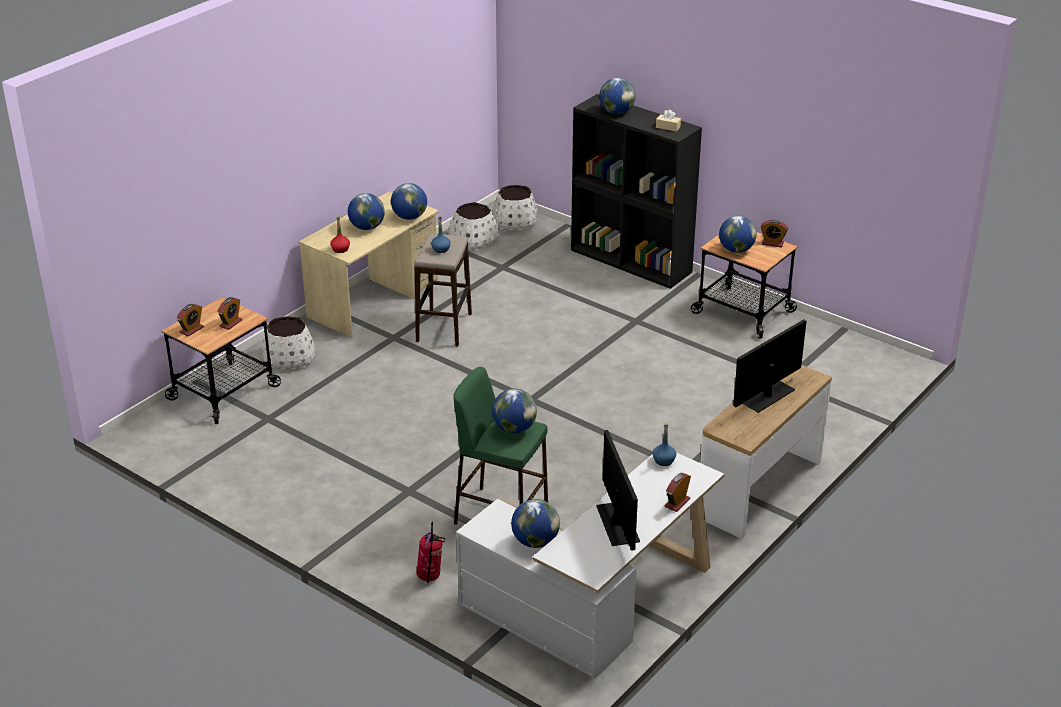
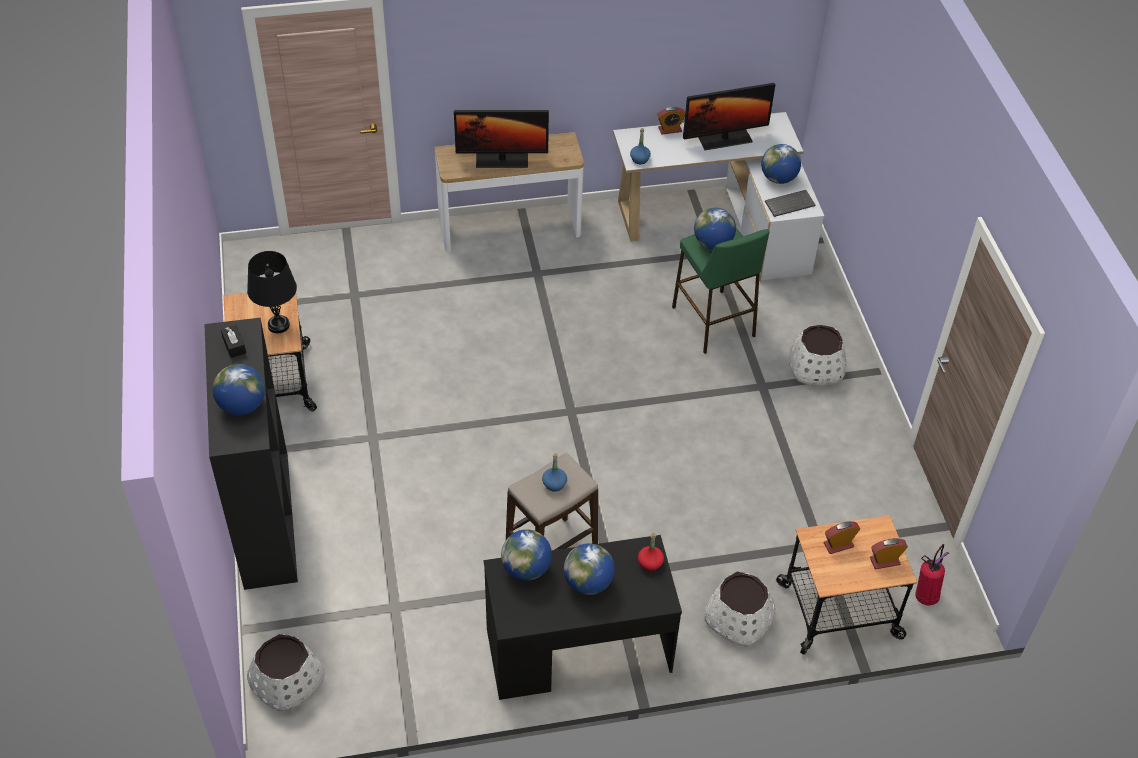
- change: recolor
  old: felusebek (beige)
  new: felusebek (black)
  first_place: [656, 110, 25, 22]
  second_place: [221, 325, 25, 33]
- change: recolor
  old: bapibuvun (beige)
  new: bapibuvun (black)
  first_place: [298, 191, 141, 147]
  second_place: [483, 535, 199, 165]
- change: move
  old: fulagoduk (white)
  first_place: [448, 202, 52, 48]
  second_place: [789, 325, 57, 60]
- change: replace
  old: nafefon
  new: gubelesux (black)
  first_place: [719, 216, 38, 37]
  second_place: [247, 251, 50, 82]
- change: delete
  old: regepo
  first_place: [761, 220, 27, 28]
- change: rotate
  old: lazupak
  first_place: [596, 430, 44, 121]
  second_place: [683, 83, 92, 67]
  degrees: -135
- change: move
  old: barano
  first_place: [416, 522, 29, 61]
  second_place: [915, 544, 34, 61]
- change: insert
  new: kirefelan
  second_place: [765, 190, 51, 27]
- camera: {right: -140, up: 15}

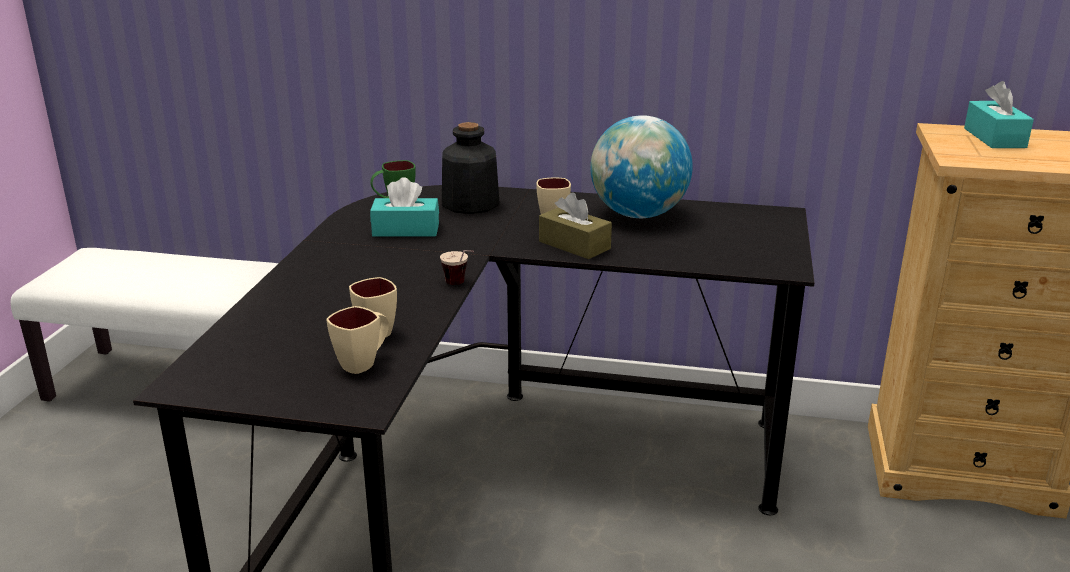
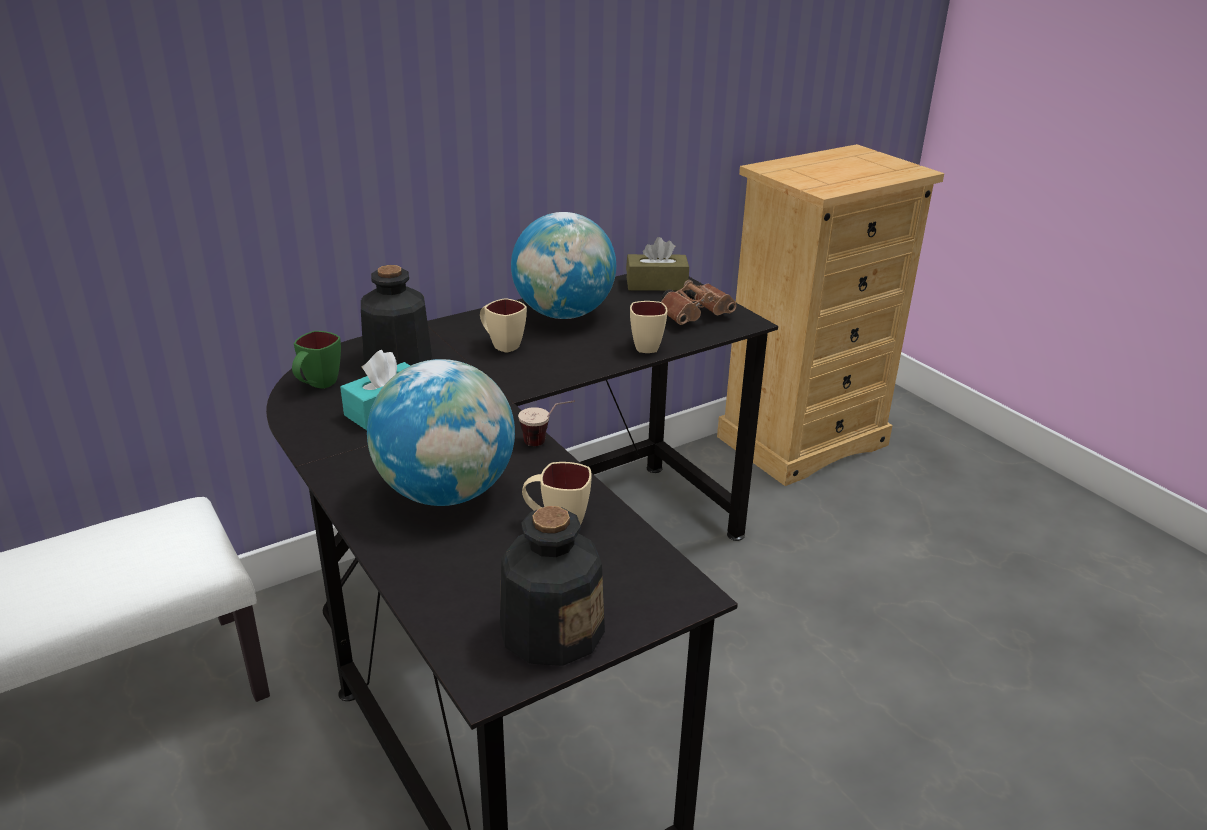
- change: delete
  old: felusebek (turquoise)
  first_place: [964, 81, 70, 67]
- change: move
  old: felusebek (brown)
  first_place: [539, 193, 73, 66]
  second_place: [626, 237, 63, 54]
- change: move
  old: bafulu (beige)
  first_place: [326, 306, 63, 68]
  second_place: [630, 301, 37, 52]
- change: insert
  new: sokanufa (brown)
  second_place: [661, 280, 75, 45]
- change: insert
  new: nafefon
  second_place: [367, 359, 148, 147]
- change: insert
  new: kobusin
  second_place: [500, 506, 105, 160]
- camera: {right: -45, up: 5}

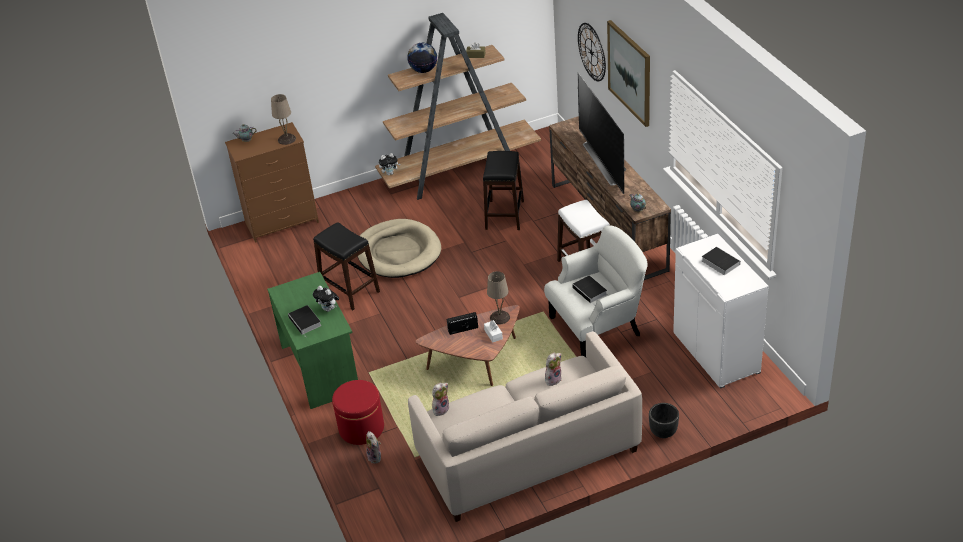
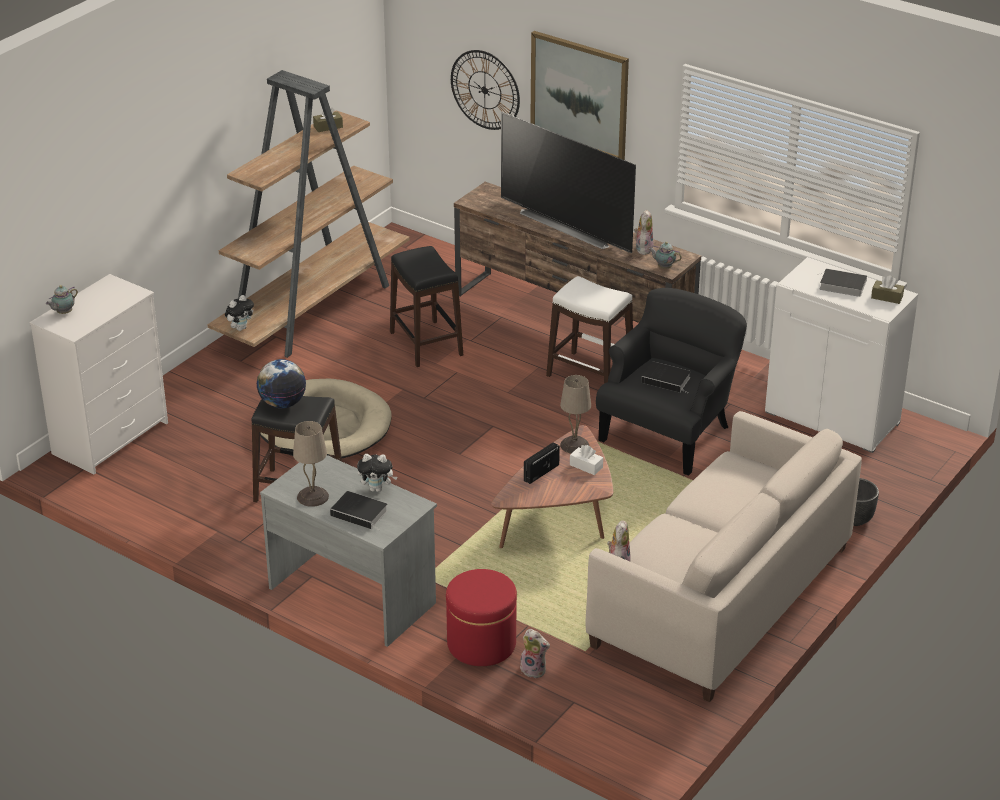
- change: move
  old: nafefon
  first_place: [407, 43, 30, 30]
  second_place: [257, 359, 49, 49]
- change: move
  old: gubelesux (beige)
  first_place: [271, 94, 25, 51]
  second_place: [293, 421, 36, 86]
- change: recolor
  old: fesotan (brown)
  new: fesotan (white)
  first_place: [225, 122, 94, 121]
  second_place: [29, 274, 139, 201]
- change: recolor
  old: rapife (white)
  new: rapife (black)
  first_place: [544, 225, 104, 132]
  second_place: [596, 288, 151, 188]
- change: recolor
  old: bapibuvun (green)
  new: bapibuvun (grey)
  first_place: [267, 272, 91, 137]
  second_place: [260, 455, 177, 192]
- change: move
  old: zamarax
  first_place: [545, 353, 16, 33]
  second_place: [634, 209, 19, 46]
- change: insert
  new: felusebek (brown)
  second_place: [871, 276, 33, 28]
- camera: {right: -35, up: -5}

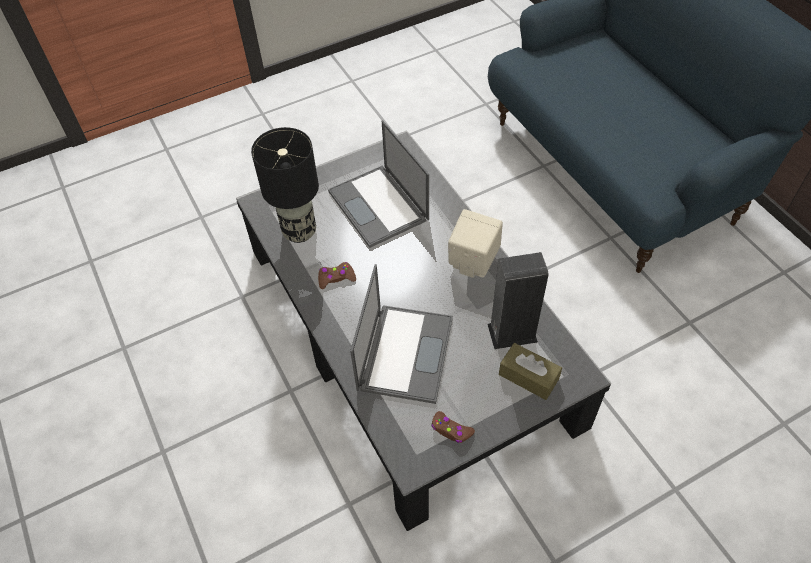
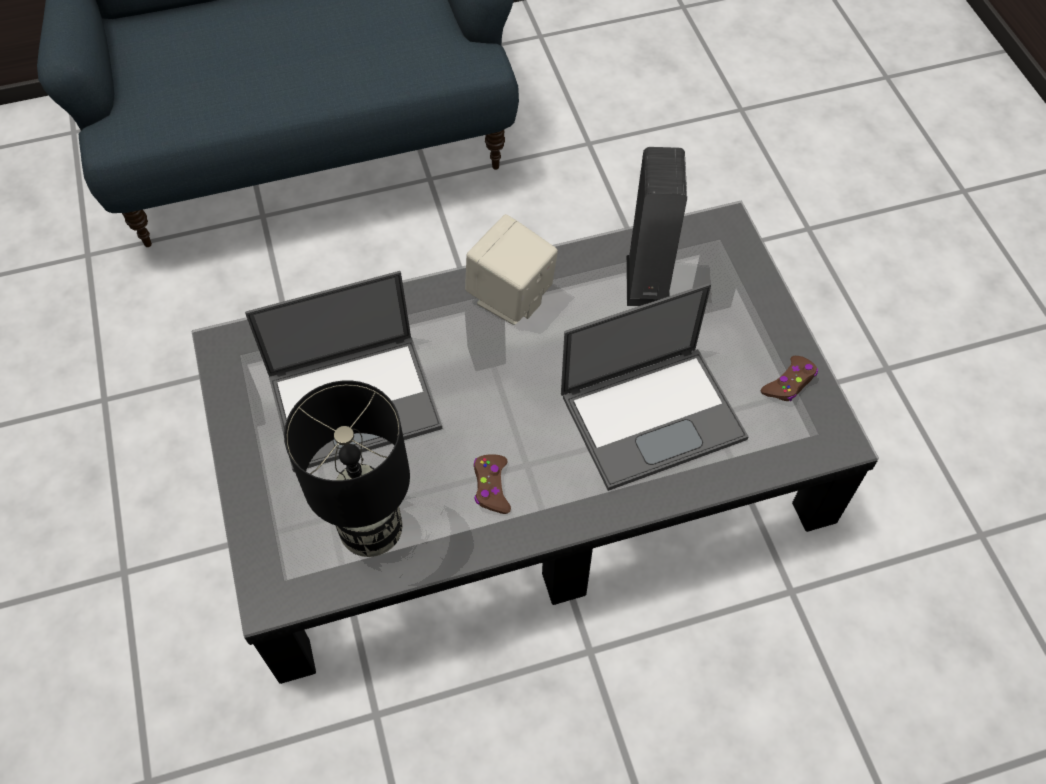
- change: rotate
  old: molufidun
  first_place: [350, 264, 103, 140]
  second_place: [561, 283, 188, 208]
  degrees: 135
- change: delete
  old: felusebek (brown)
  first_place: [499, 343, 63, 57]
- camera: {right: -80, up: 5}

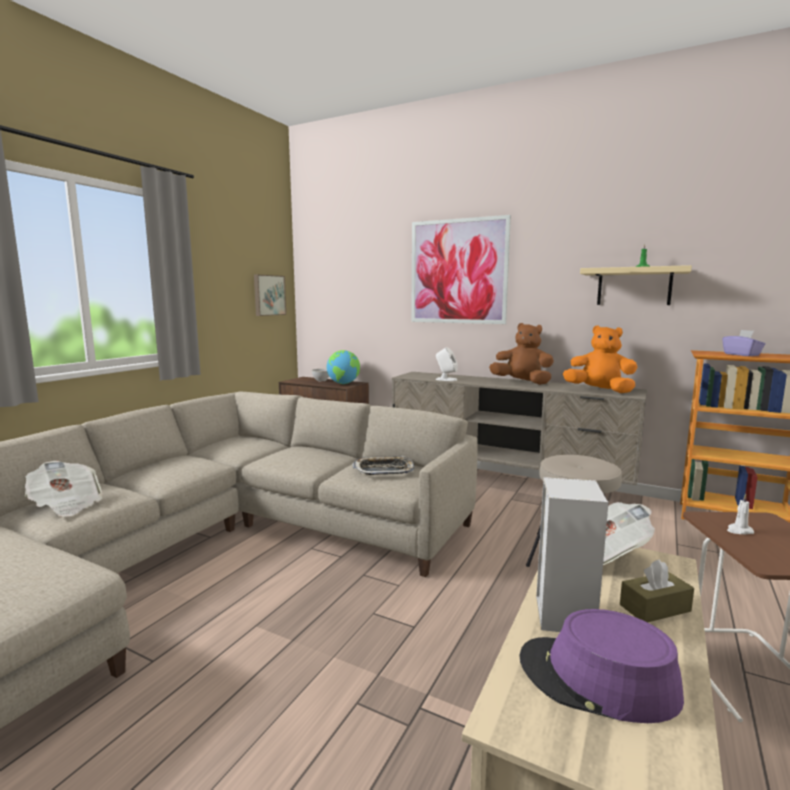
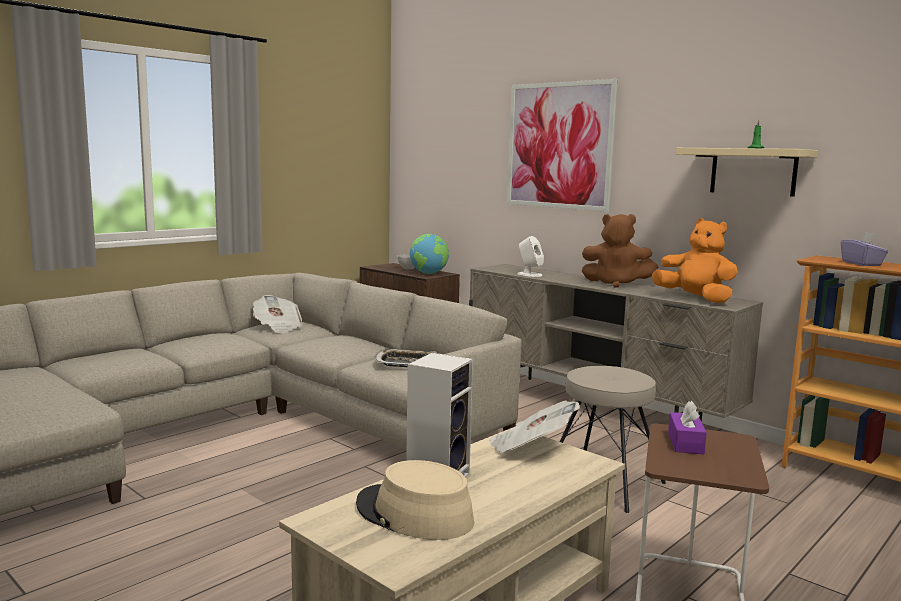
- change: delete
  old: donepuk
  first_place: [254, 274, 32, 42]
- change: rotate
  old: zamarax (brown)
  first_place: [489, 323, 65, 62]
  second_place: [582, 214, 76, 74]
  degrees: 150
- change: move
  old: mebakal
  first_place: [25, 461, 77, 56]
  second_place: [253, 295, 50, 39]
- change: replace
  old: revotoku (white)
  new: felusebek (purple)
  first_place: [727, 494, 27, 41]
  second_place: [668, 401, 39, 53]
- change: delete
  old: felusebek (brown)
  first_place: [620, 559, 74, 63]
- change: recolor
  old: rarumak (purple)
  new: rarumak (beige)
  first_place: [519, 609, 165, 114]
  second_place: [356, 460, 118, 80]
- camera: {right: 15, up: 0}

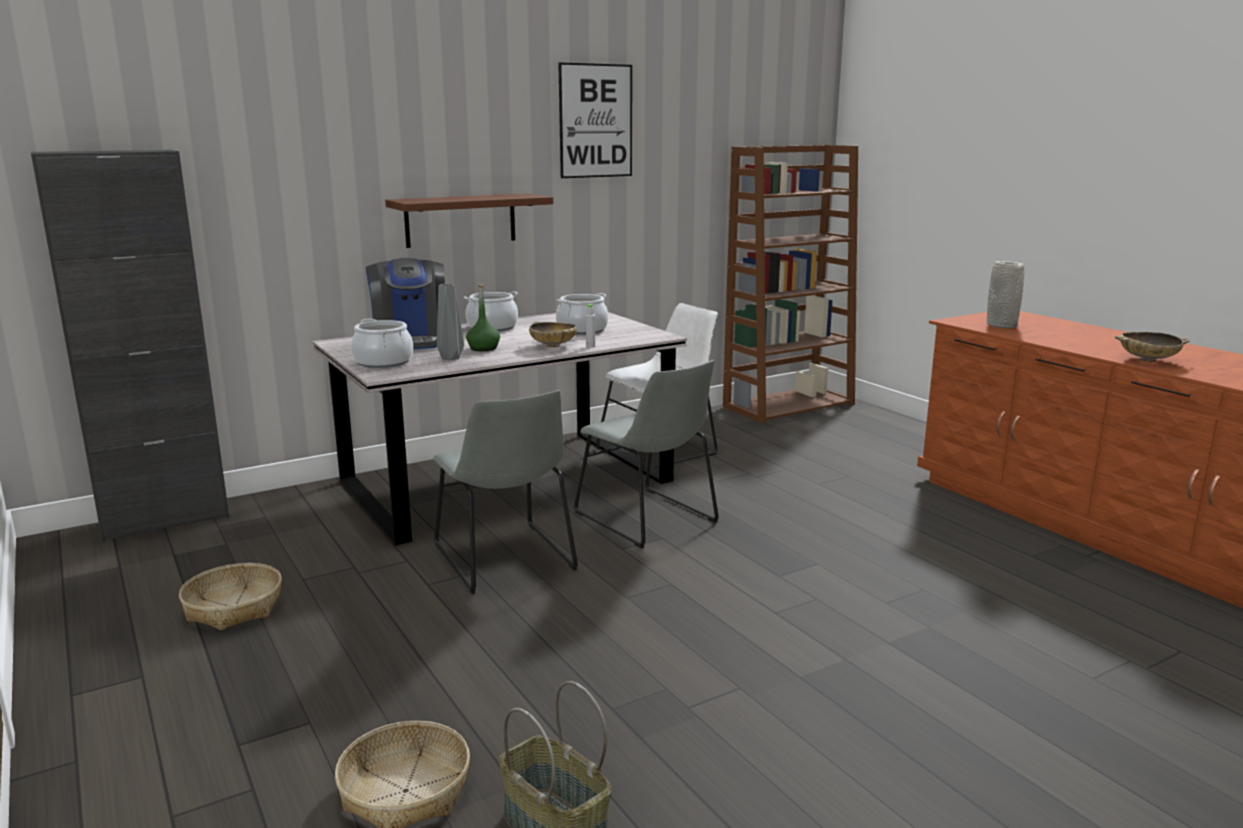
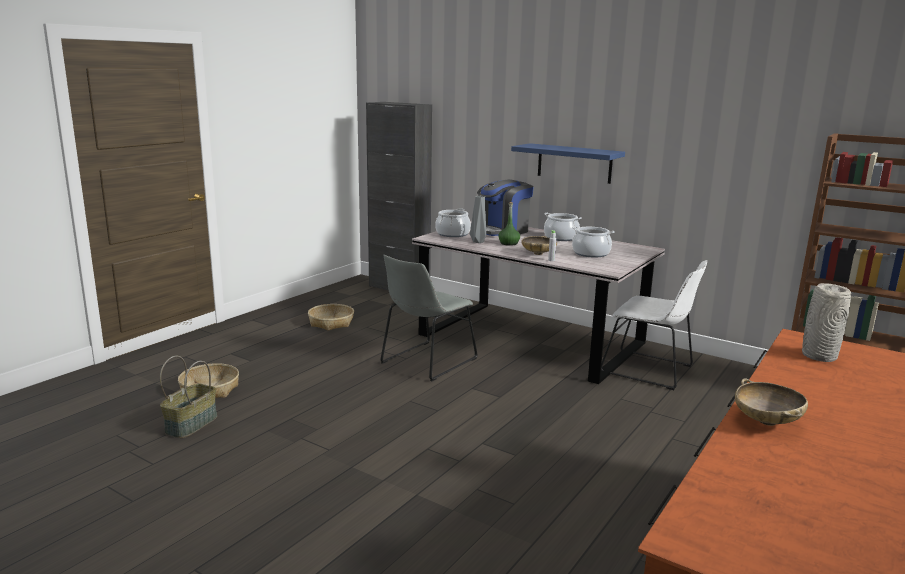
- change: delete
  old: donepuk
  first_place: [558, 62, 74, 116]
- change: recolor
  old: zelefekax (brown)
  new: zelefekax (blue)
  first_place: [385, 193, 168, 55]
  second_place: [511, 143, 114, 41]
- change: delete
  old: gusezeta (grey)
  first_place: [574, 360, 145, 189]
- camera: {right: 65, up: 0}

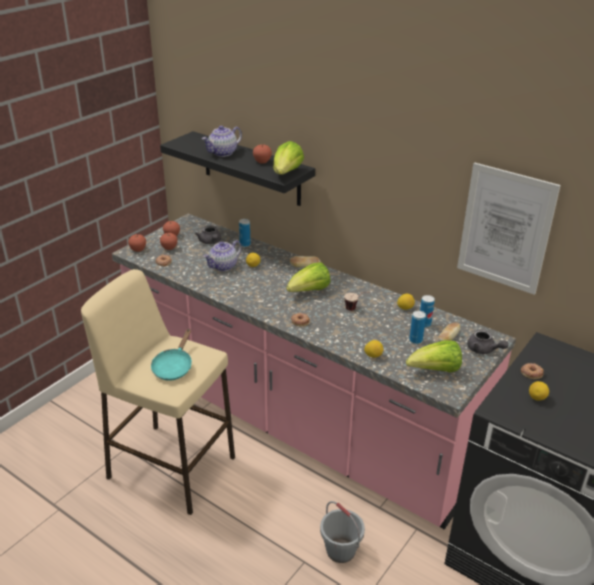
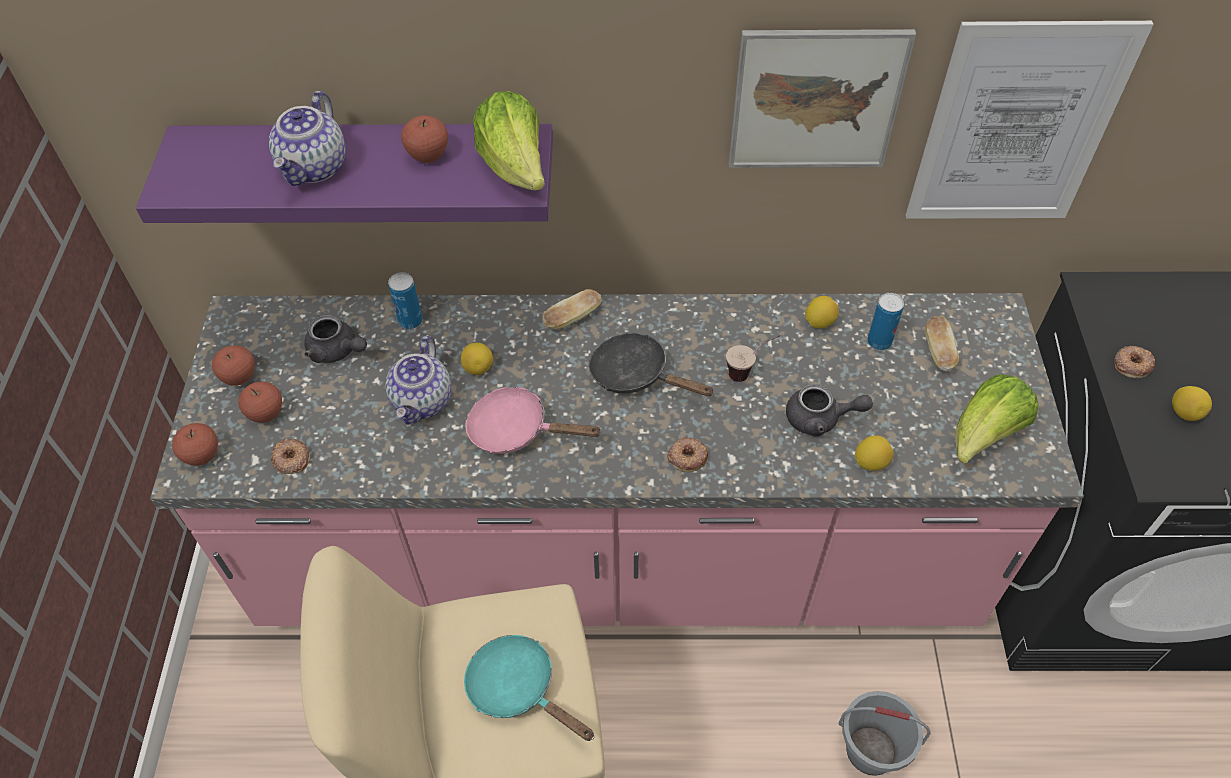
- change: recolor
  old: zelefekax (black)
  new: zelefekax (purple)
  first_place: [160, 131, 155, 75]
  second_place: [136, 124, 417, 99]
- change: replace
  old: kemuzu
  new: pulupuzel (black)
  first_place: [286, 262, 44, 30]
  second_place: [589, 333, 126, 64]
- change: delete
  old: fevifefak
  first_place: [409, 311, 17, 33]
- change: rotate
  old: pulupuzel (turquoise)
  first_place: [151, 329, 41, 52]
  second_place: [464, 635, 131, 106]
  degrees: 150
- change: move
  old: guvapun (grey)
  first_place: [467, 329, 42, 25]
  second_place: [786, 384, 87, 53]
- change: insert
  new: donepuk
  second_place: [729, 29, 187, 139]
- change: insert
  new: pulupuzel (pink)
  second_place: [465, 386, 137, 68]
- camera: {right: -35, up: 20}

